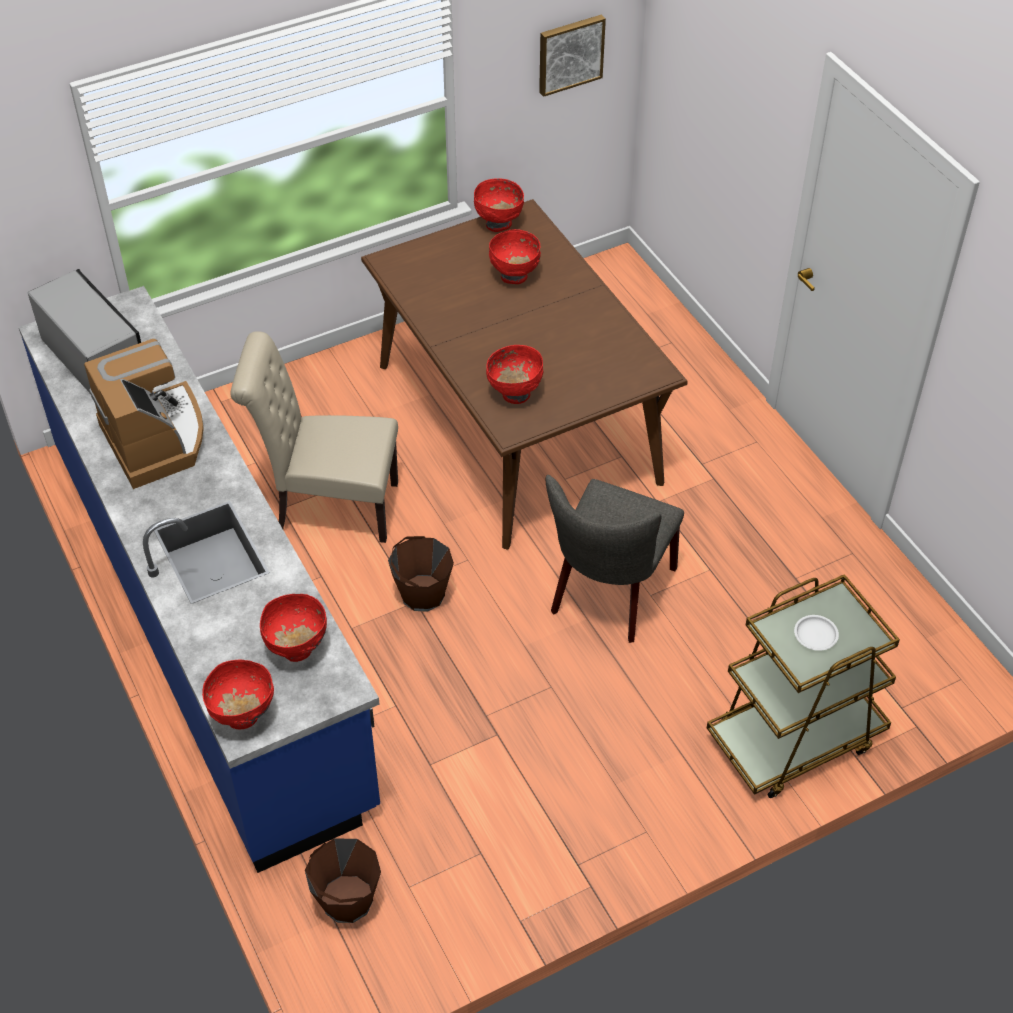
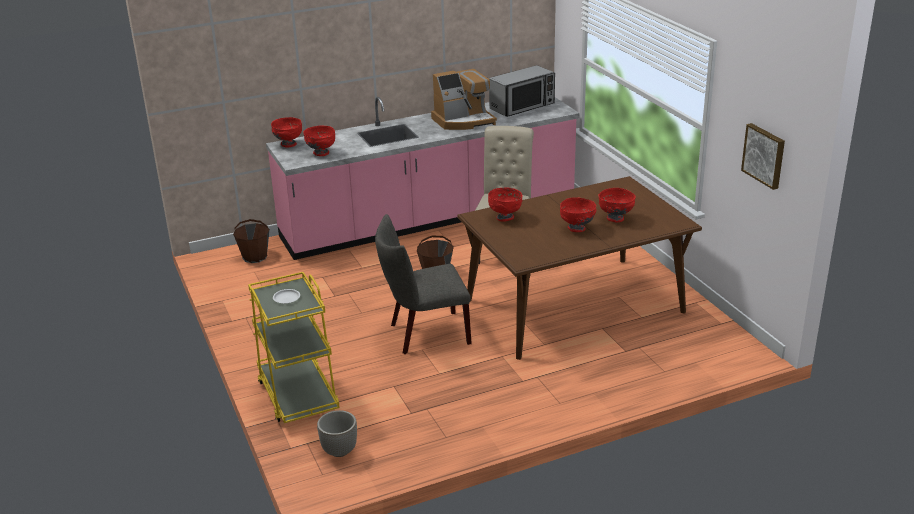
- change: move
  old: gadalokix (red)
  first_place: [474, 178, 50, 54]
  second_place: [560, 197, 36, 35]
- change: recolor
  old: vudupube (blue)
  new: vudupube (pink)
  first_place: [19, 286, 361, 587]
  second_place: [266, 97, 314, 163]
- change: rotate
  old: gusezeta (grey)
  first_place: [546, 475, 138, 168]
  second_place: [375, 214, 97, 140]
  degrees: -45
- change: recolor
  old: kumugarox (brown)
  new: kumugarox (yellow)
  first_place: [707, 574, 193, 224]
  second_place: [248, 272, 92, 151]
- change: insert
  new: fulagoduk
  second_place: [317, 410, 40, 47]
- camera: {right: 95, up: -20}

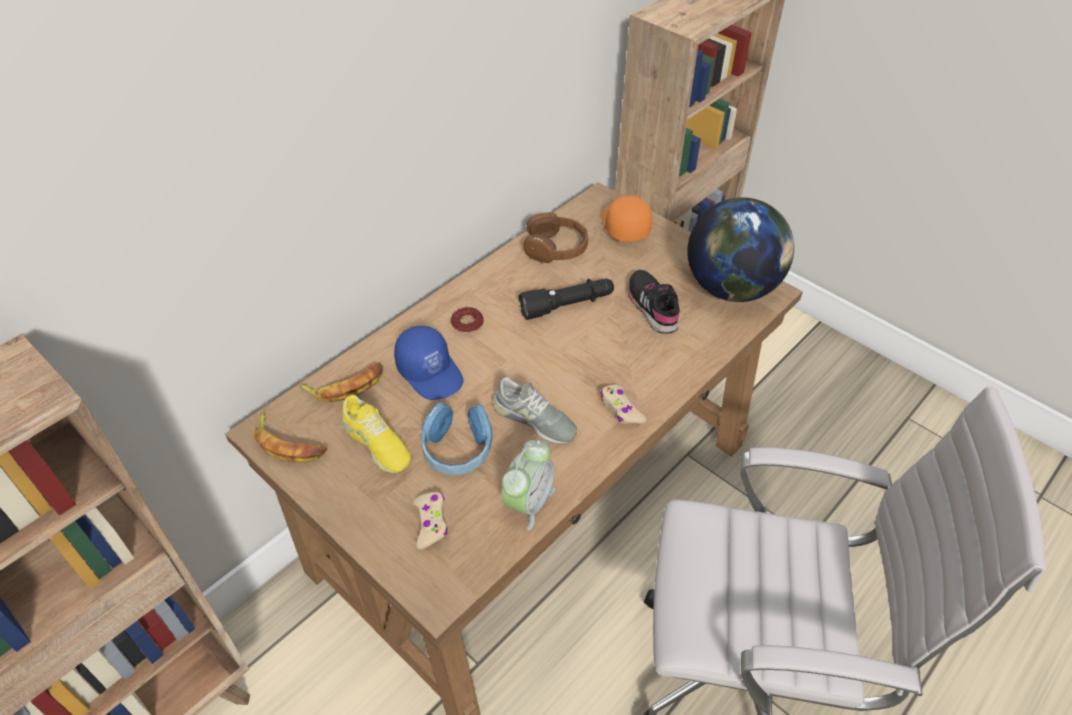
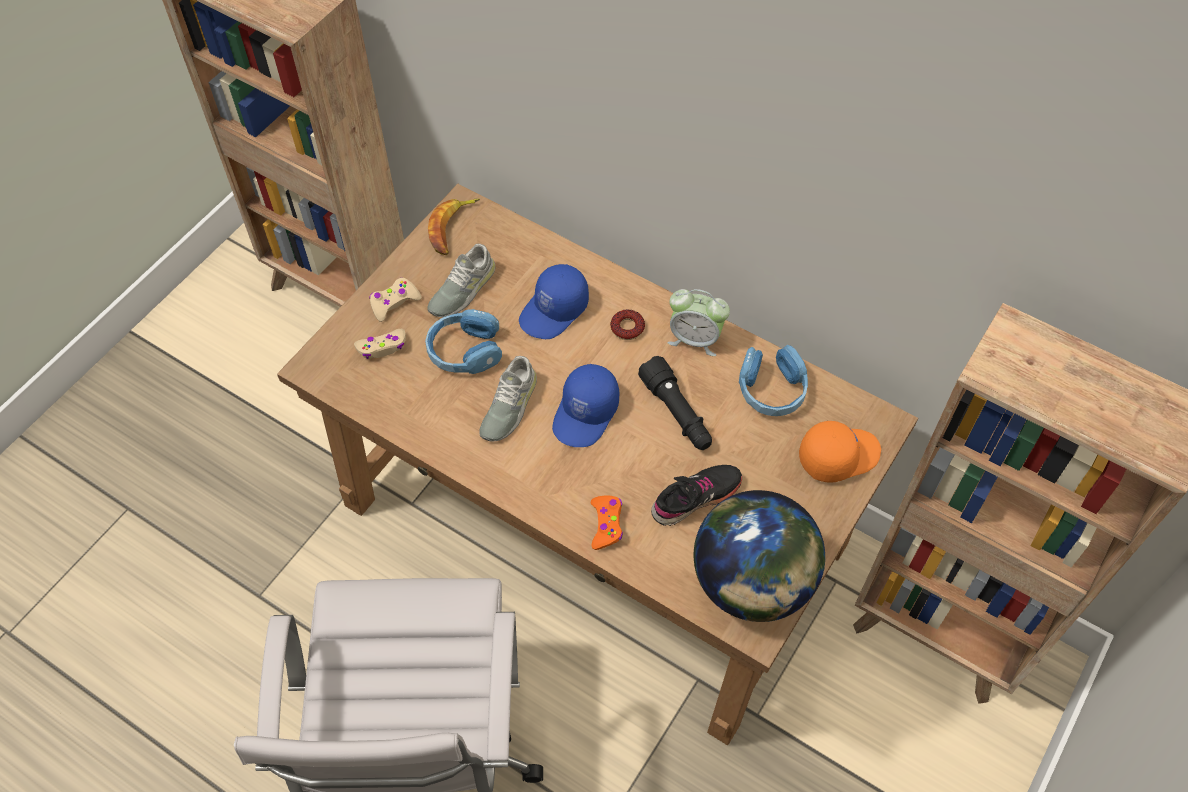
- change: recolor
  old: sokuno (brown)
  new: sokuno (blue)
  first_place: [523, 212, 65, 51]
  second_place: [739, 345, 69, 71]
- change: delete
  old: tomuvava
  first_place: [299, 362, 84, 40]
- change: move
  old: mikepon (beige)
  first_place: [601, 384, 45, 40]
  second_place: [369, 278, 53, 44]
- change: recolor
  old: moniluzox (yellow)
  new: moniluzox (grey)
  first_place: [342, 395, 69, 78]
  second_place: [427, 244, 68, 73]
- change: move
  old: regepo
  first_place: [502, 440, 53, 91]
  second_place: [668, 289, 62, 67]
- change: insert
  new: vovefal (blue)
  second_place: [552, 364, 67, 83]
- change: insert
  new: mikepon (orange)
  second_place: [591, 496, 32, 54]
- camera: {right: 80, up: 10}

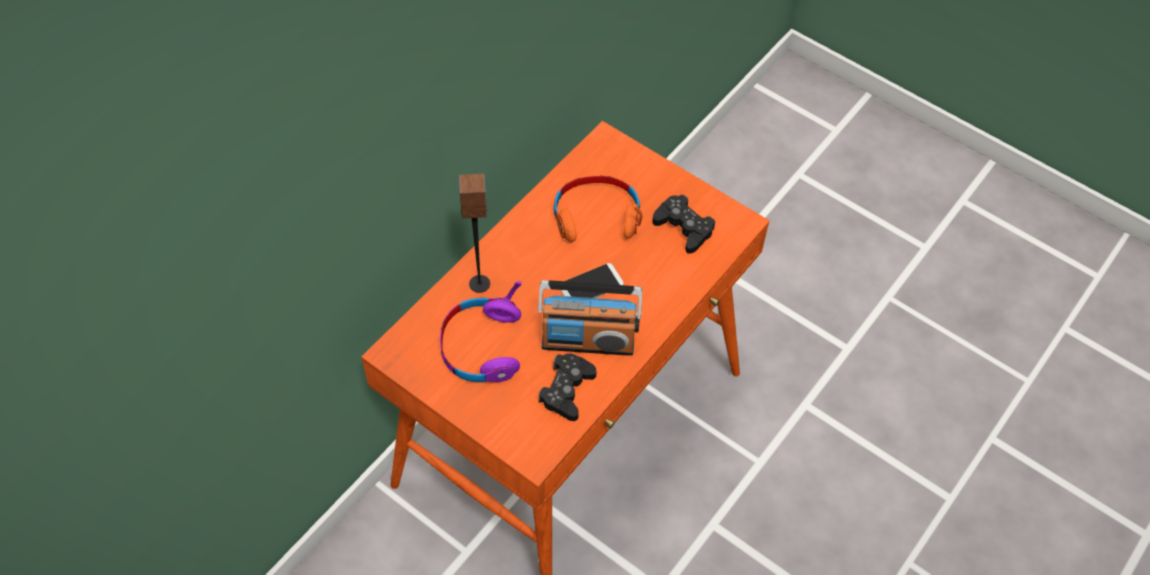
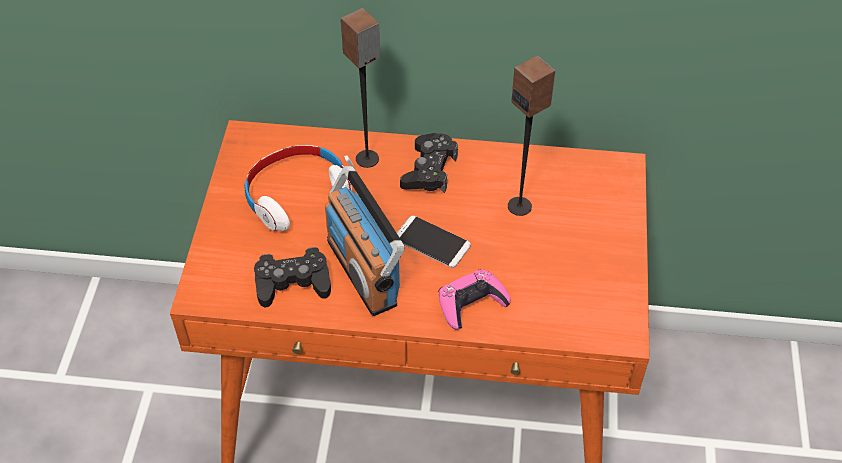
- change: replace
  old: sokuno (orange)
  new: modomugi
  first_place: [554, 175, 88, 67]
  second_place: [508, 55, 48, 161]
- change: move
  old: mikepon (black)
  first_place: [652, 195, 63, 59]
  second_place: [400, 133, 58, 60]
- change: recolor
  old: sokuno (purple)
  new: sokuno (white)
  first_place: [440, 281, 81, 101]
  second_place: [244, 145, 110, 86]
- change: insert
  new: mikepon (pink)
  second_place: [439, 269, 72, 61]
- camera: {right: 60, up: -5}

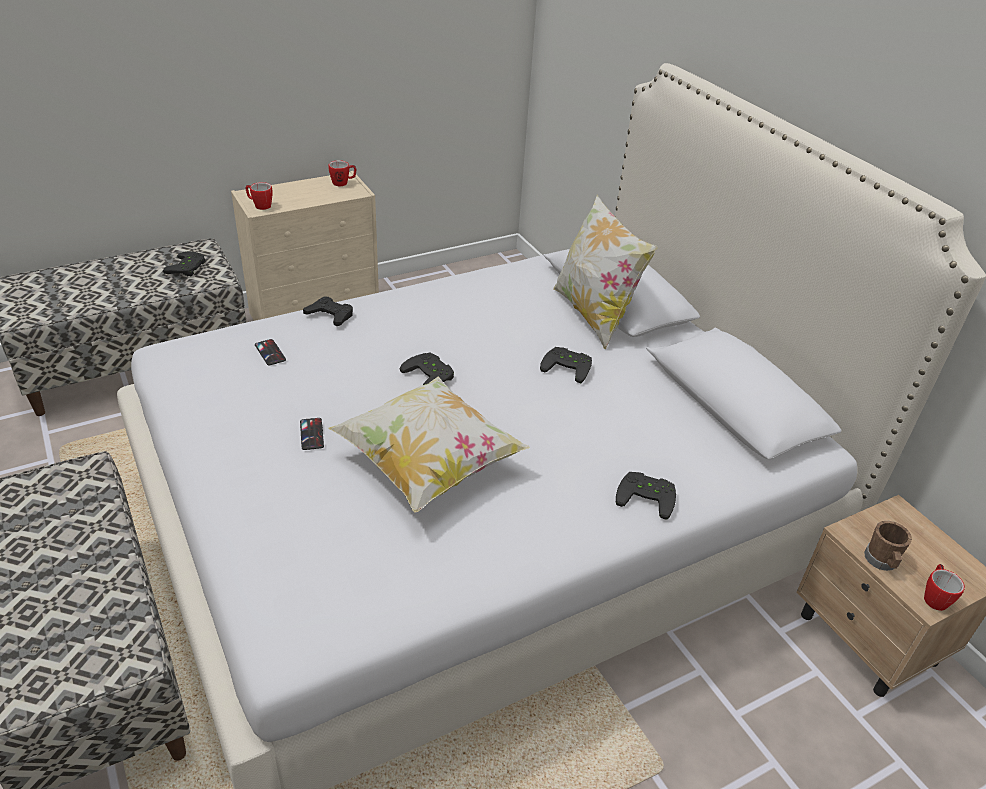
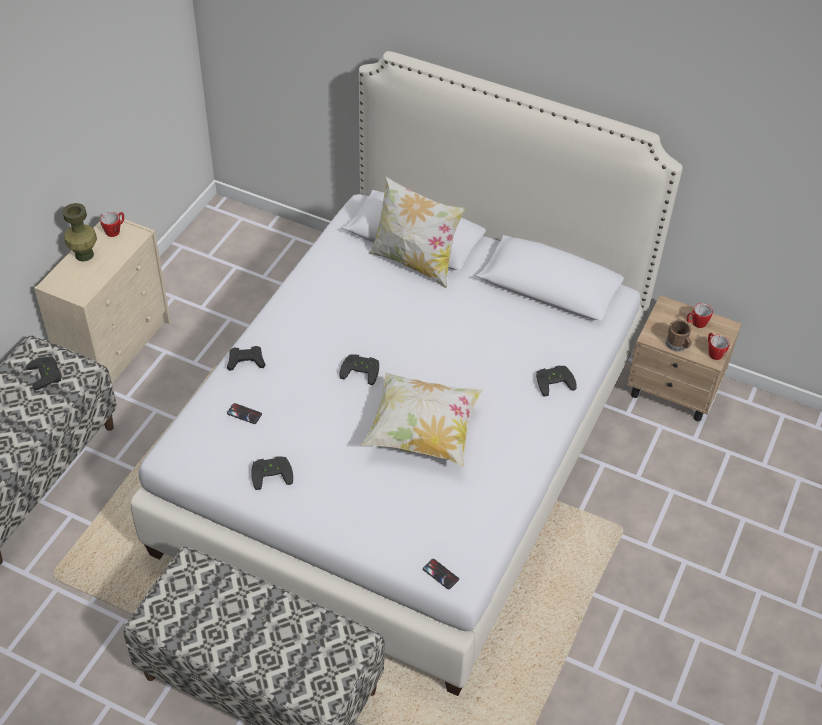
- change: move
  old: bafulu
  first_place: [246, 182, 27, 28]
  second_place: [687, 303, 26, 25]
- change: move
  old: mikepon (black)
  first_place: [540, 347, 52, 36]
  second_place: [251, 456, 42, 34]
- change: move
  old: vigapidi
  first_place: [300, 418, 24, 32]
  second_place: [423, 559, 36, 30]
- change: insert
  new: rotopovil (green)
  second_place: [63, 203, 34, 59]
- camera: {right: -35, up: 10}

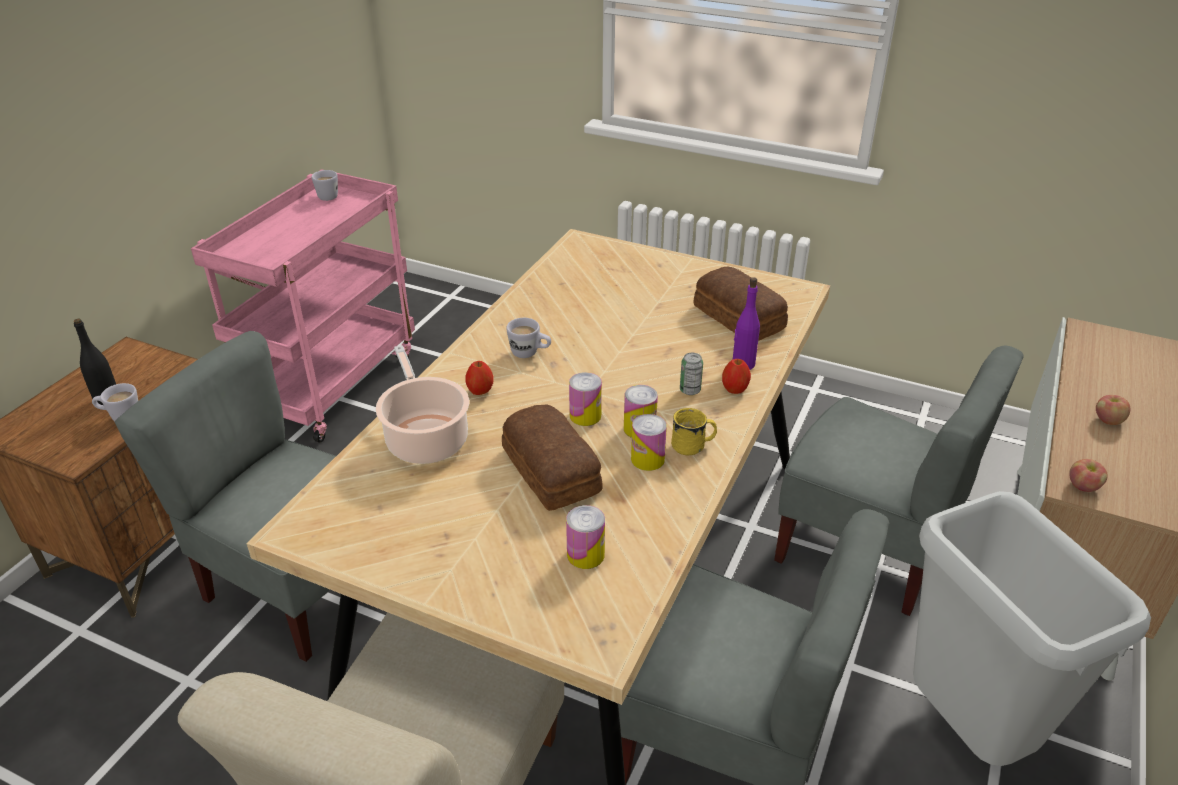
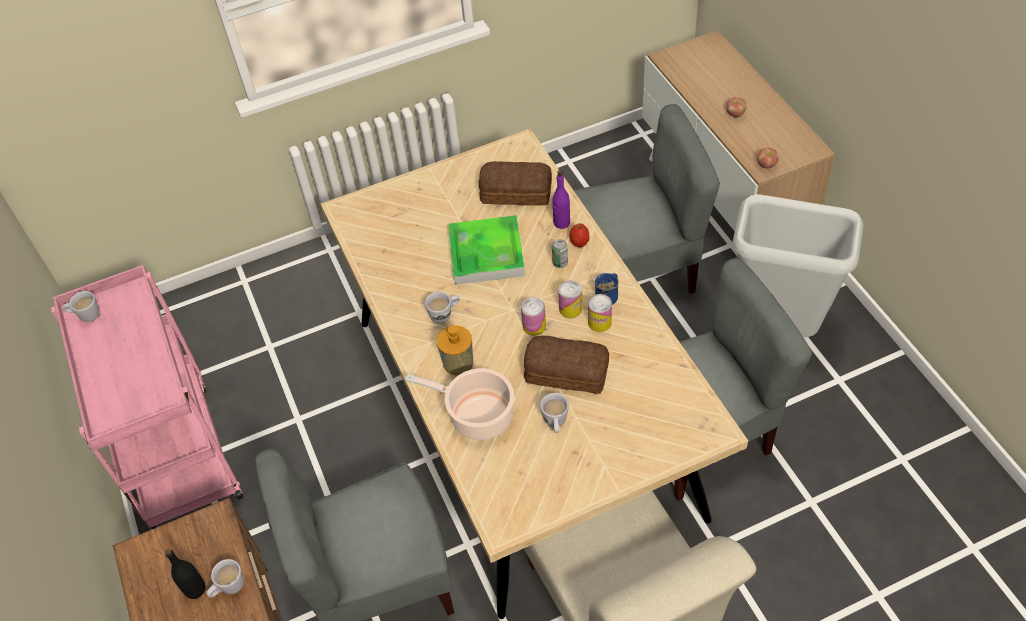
- change: replace
  old: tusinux
  new: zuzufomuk
  first_place: [465, 361, 29, 34]
  second_place: [437, 325, 36, 50]
- change: recolor
  old: bafulu (yellow)
  new: bafulu (blue)
  first_place: [671, 408, 46, 47]
  second_place: [595, 273, 24, 32]
- change: delete
  old: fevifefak
  first_place: [566, 505, 39, 64]
- change: insert
  new: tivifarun
  second_place: [448, 215, 77, 70]
- change: insert
  new: bafulu (white)
  second_place: [540, 393, 29, 40]
- camera: {right: -45, up: 15}

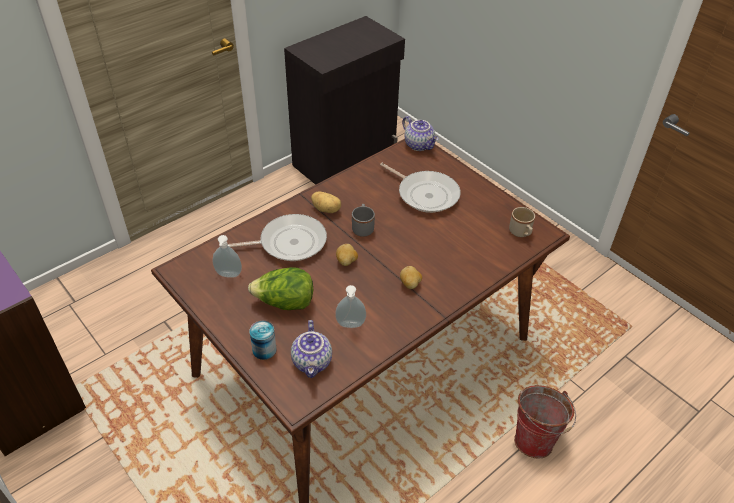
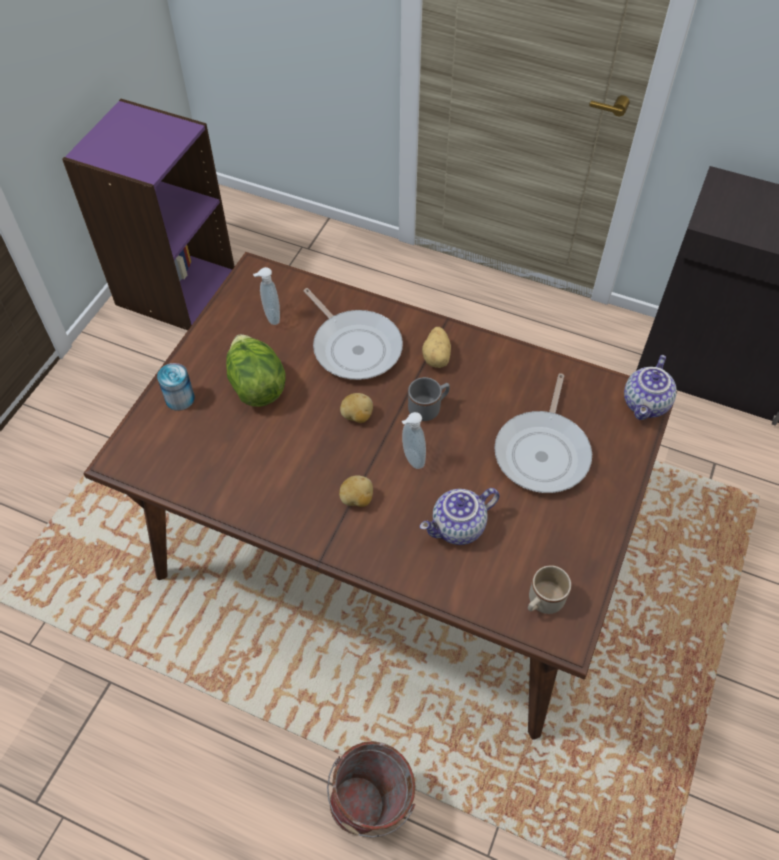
- change: move
  old: zuzufomuk
  first_place: [335, 285, 31, 43]
  second_place: [402, 412, 24, 57]
- change: move
  old: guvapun
  first_place: [291, 320, 41, 58]
  second_place: [420, 488, 79, 57]
- camera: {right: 65, up: 10}

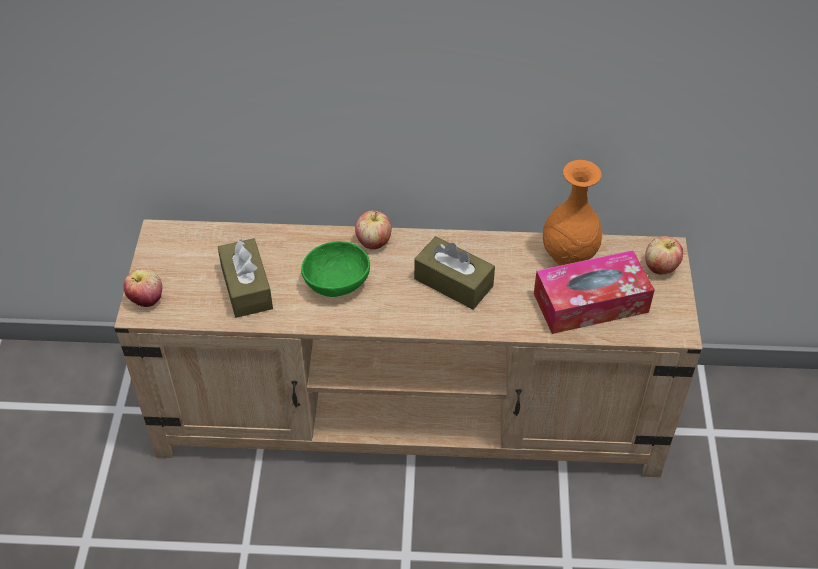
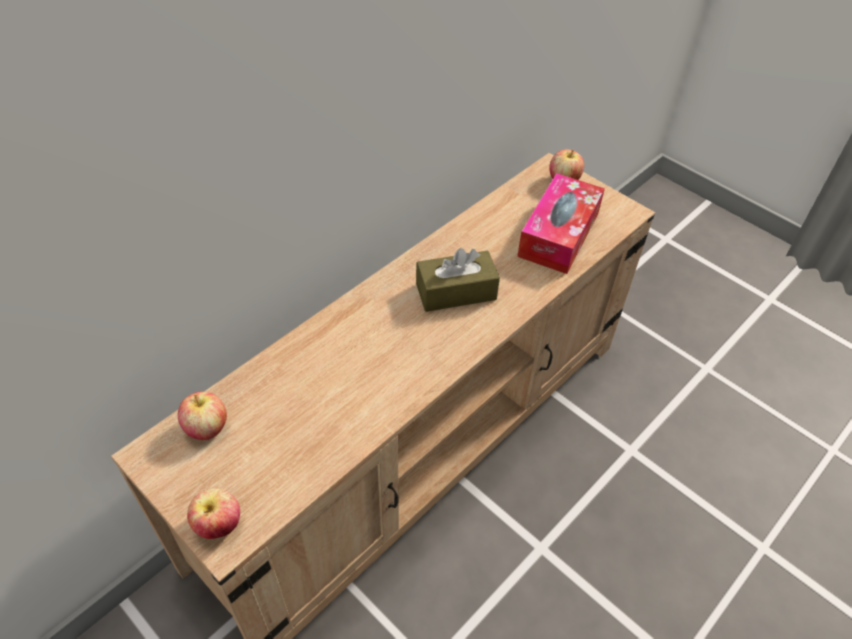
- change: delete
  old: rotopovil (orange)
  first_place: [543, 160, 60, 106]
- change: move
  old: tusinux
  first_place: [355, 211, 37, 38]
  second_place: [178, 392, 49, 48]
- change: delete
  old: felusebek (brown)
  first_place: [218, 238, 55, 80]
- change: delete
  old: gadalokix (green)
  first_place: [301, 241, 69, 56]
- camera: {right: -50, up: 0}

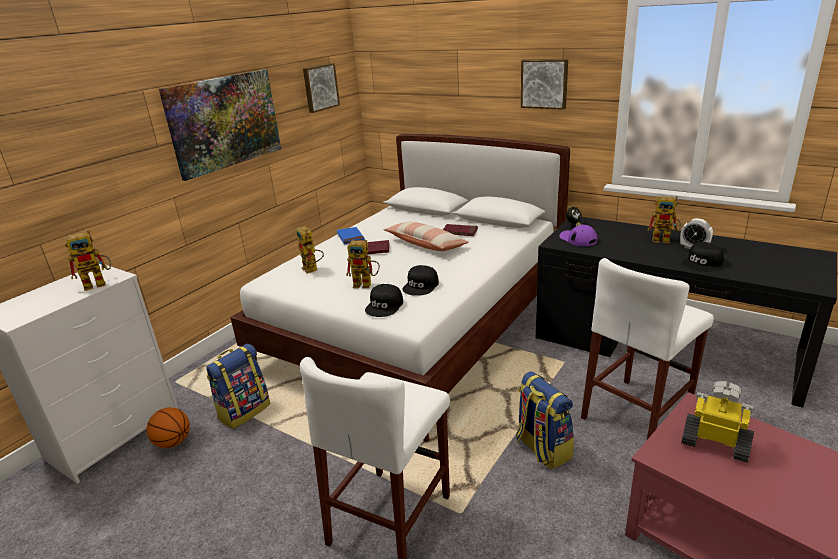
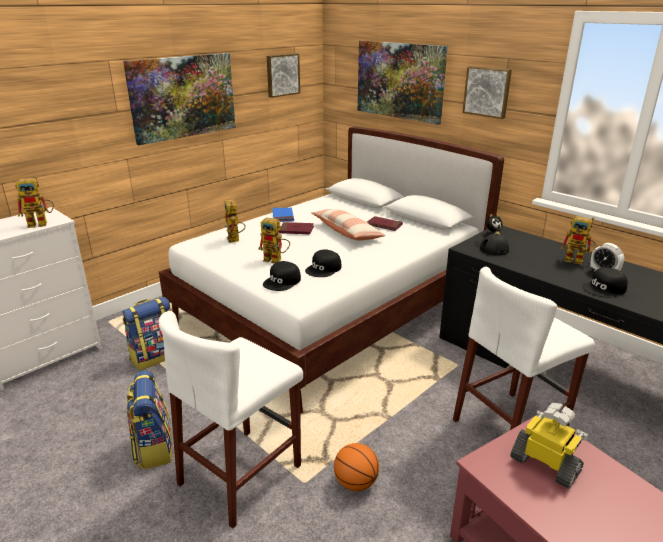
- change: recolor
  old: vovefal (purple)
  new: vovefal (black)
  first_place: [559, 225, 38, 21]
  second_place: [474, 234, 35, 22]
- change: move
  old: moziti
  first_place: [516, 371, 58, 99]
  second_place: [127, 371, 45, 98]
- change: move
  old: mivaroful
  first_place: [146, 407, 44, 41]
  second_place: [334, 443, 45, 48]
- change: insert
  new: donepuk
  second_place: [358, 41, 90, 84]
- camera: {right: 10, up: 0}

